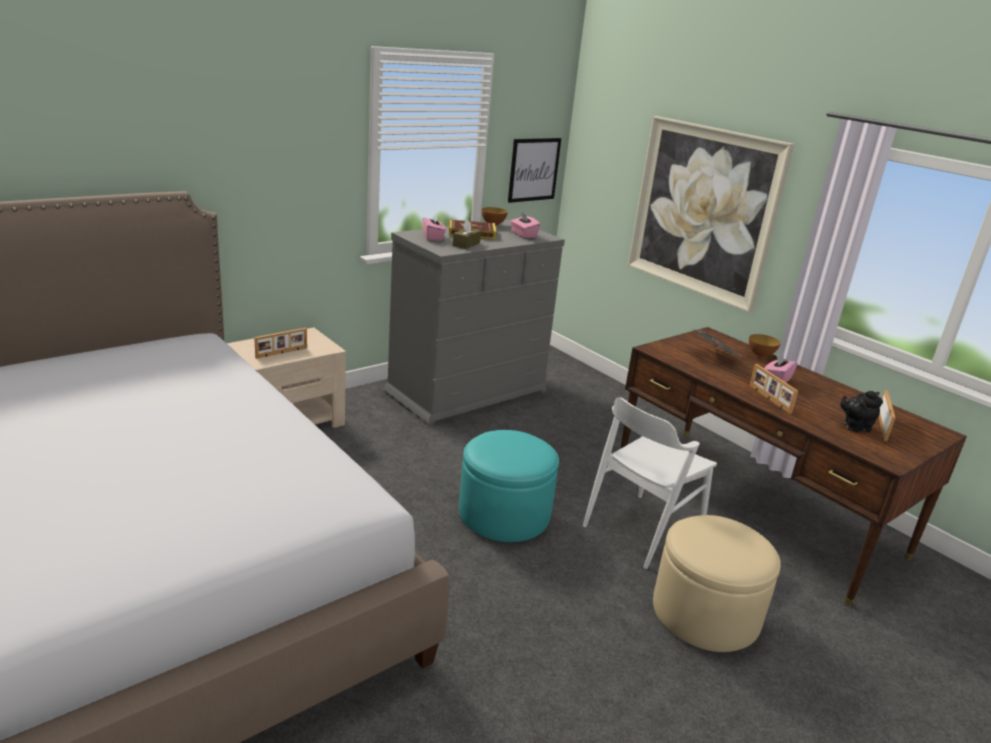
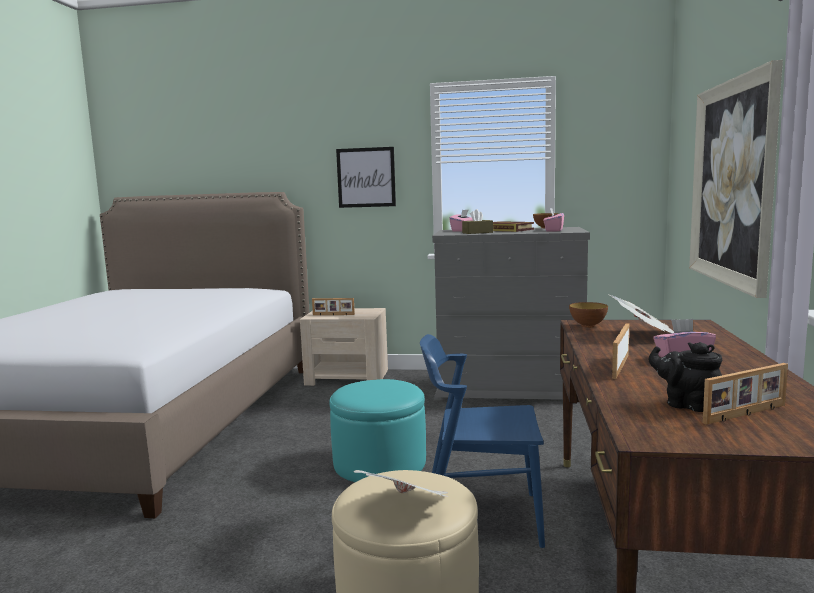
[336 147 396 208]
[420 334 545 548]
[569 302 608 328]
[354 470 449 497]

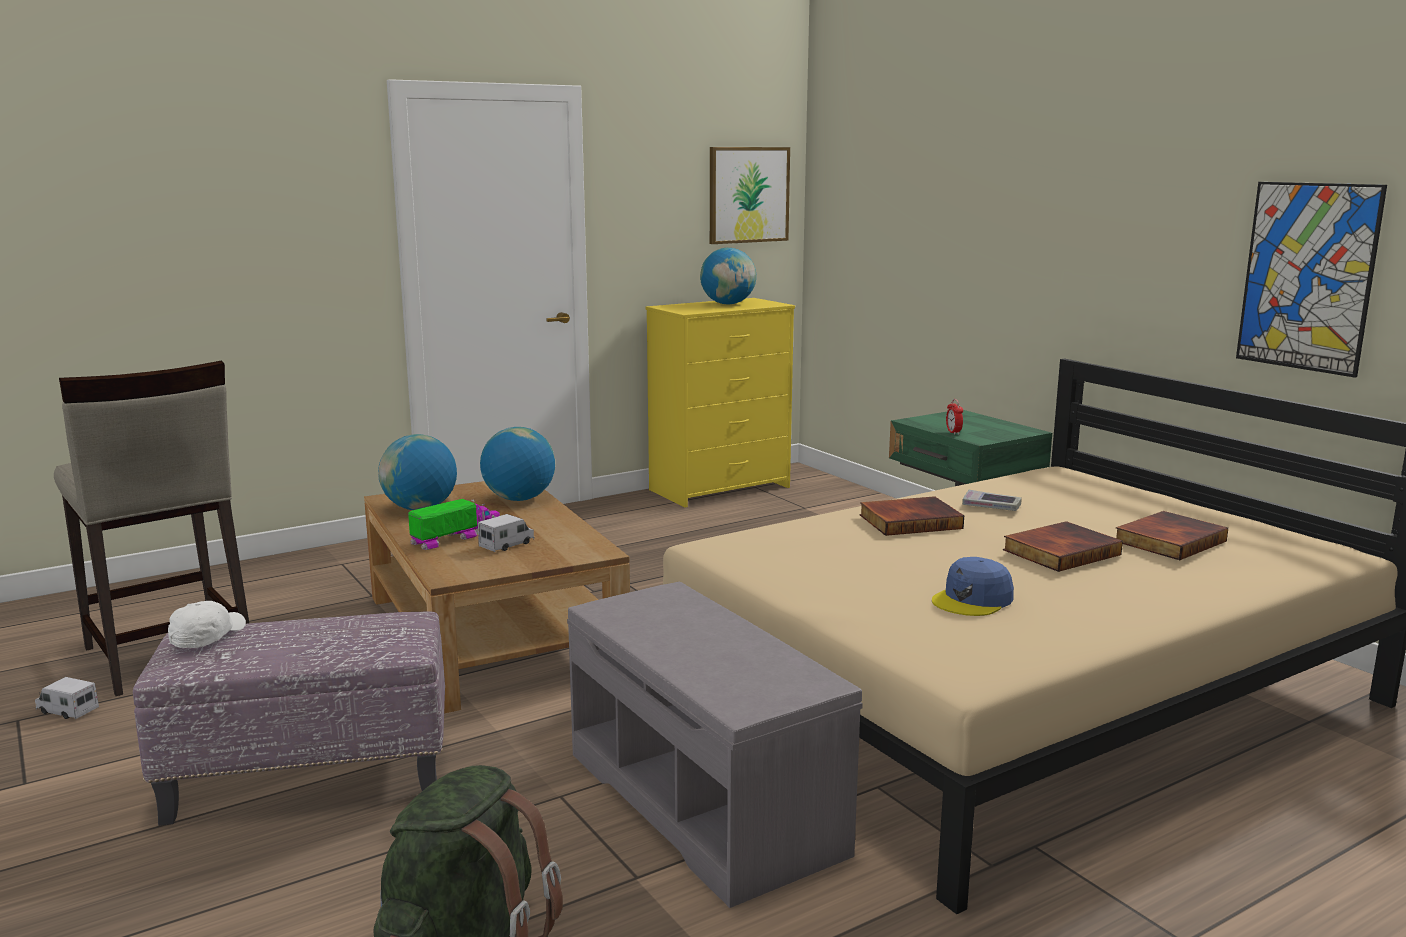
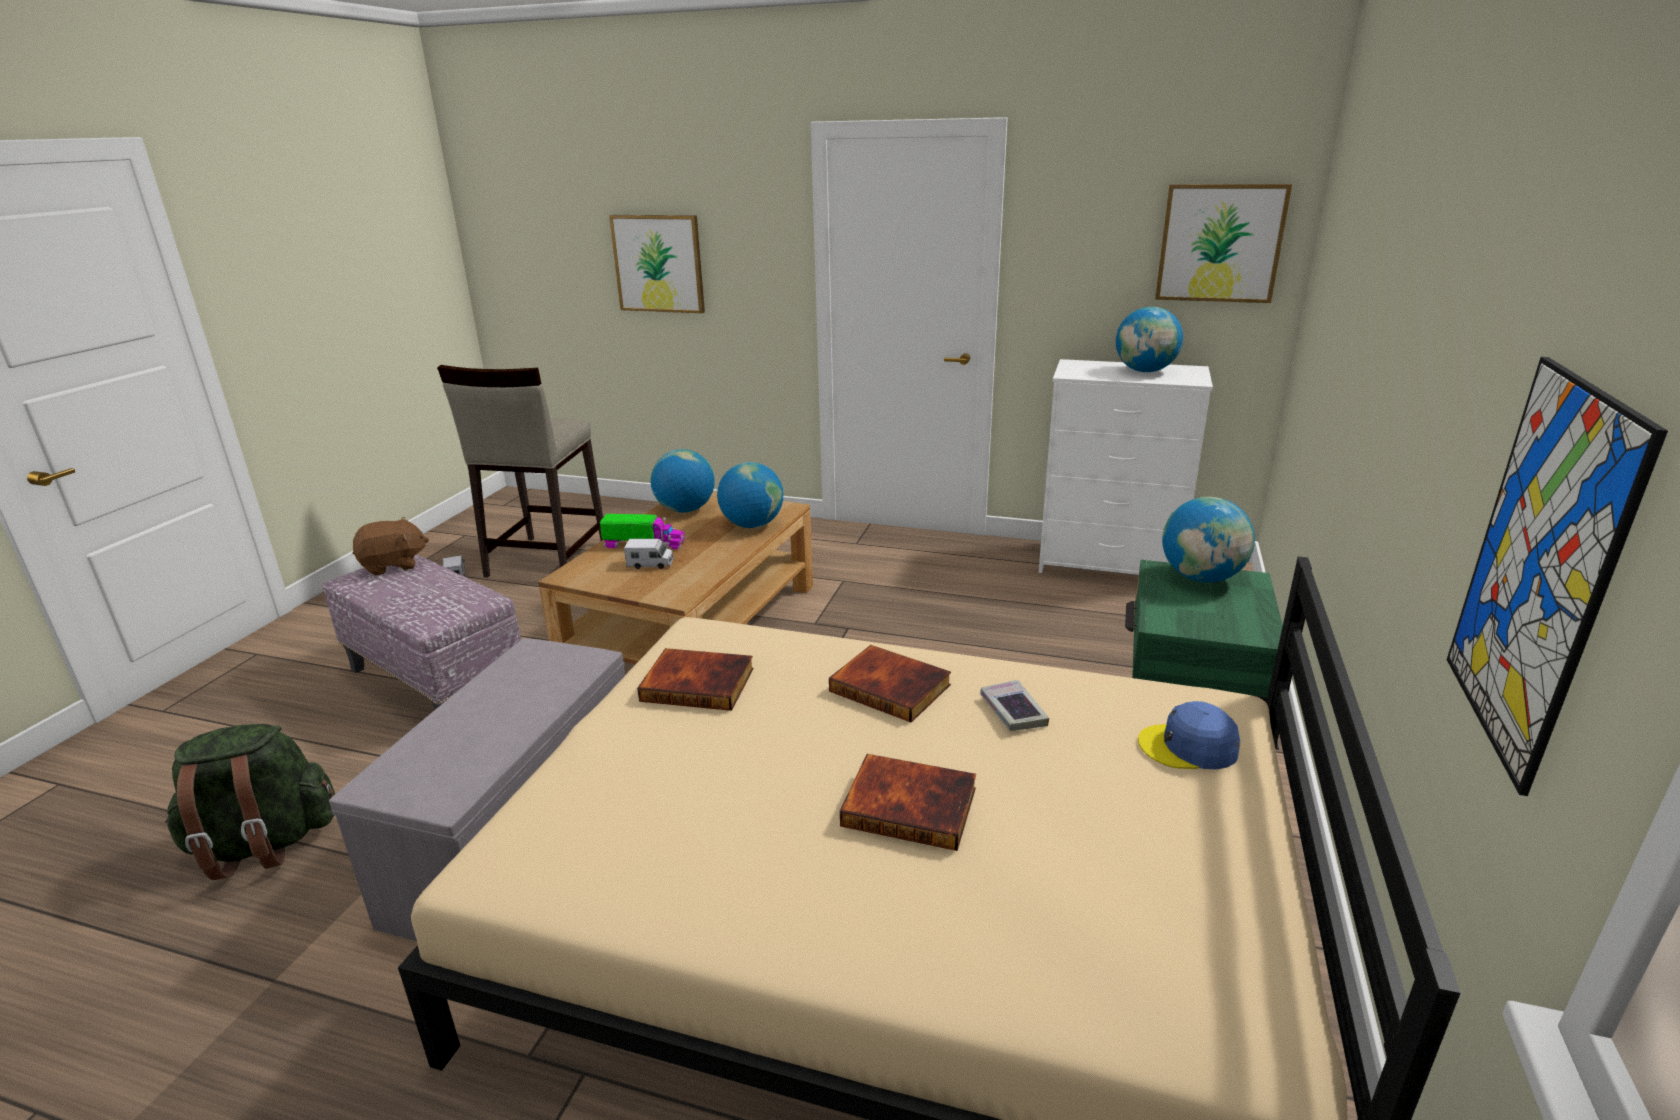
[353 517 429 575]
[1039 359 1213 575]
[1138 701 1240 769]
[946 399 963 435] (first image)
[637 648 754 711]
[609 215 705 313]
[1162 497 1255 582]

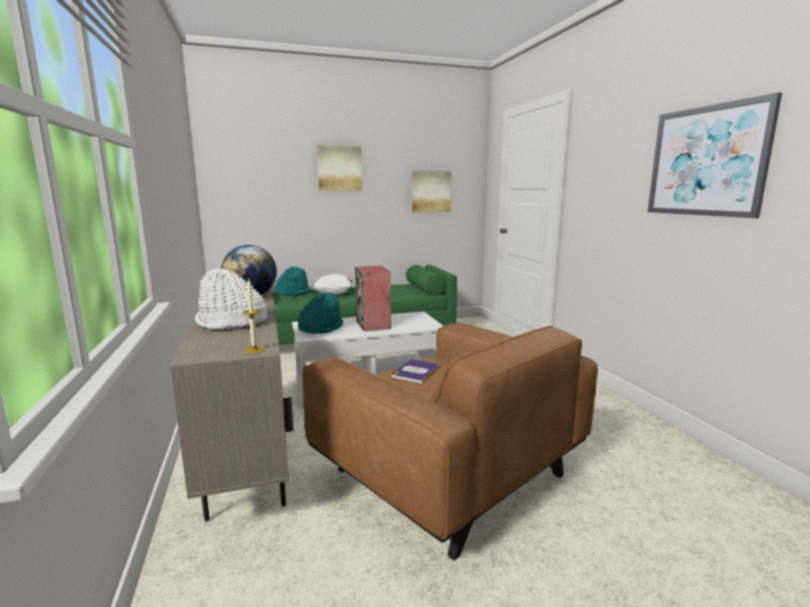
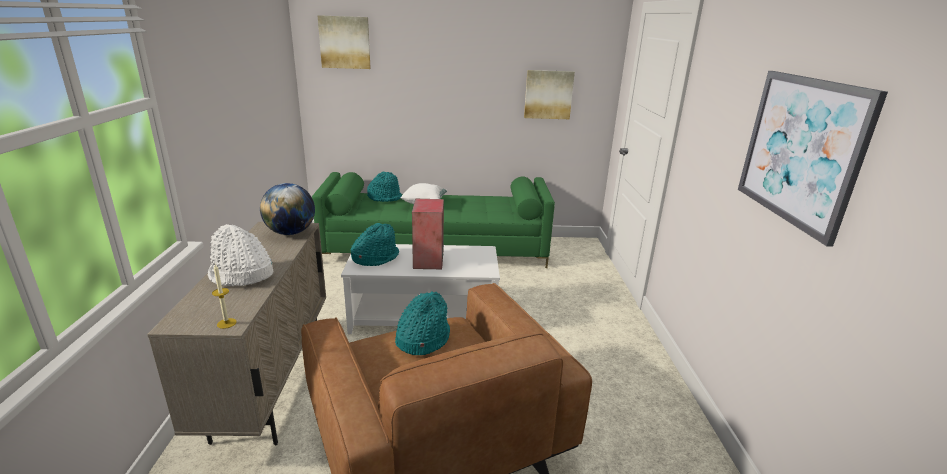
[317 15 371 69]
[395 292 450 355]

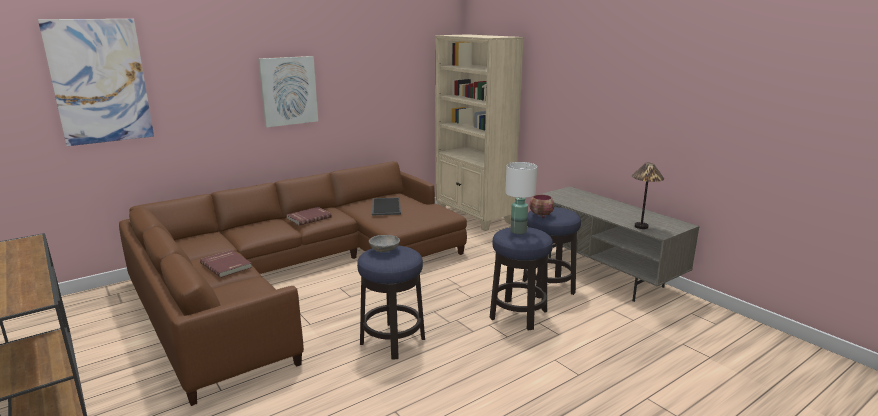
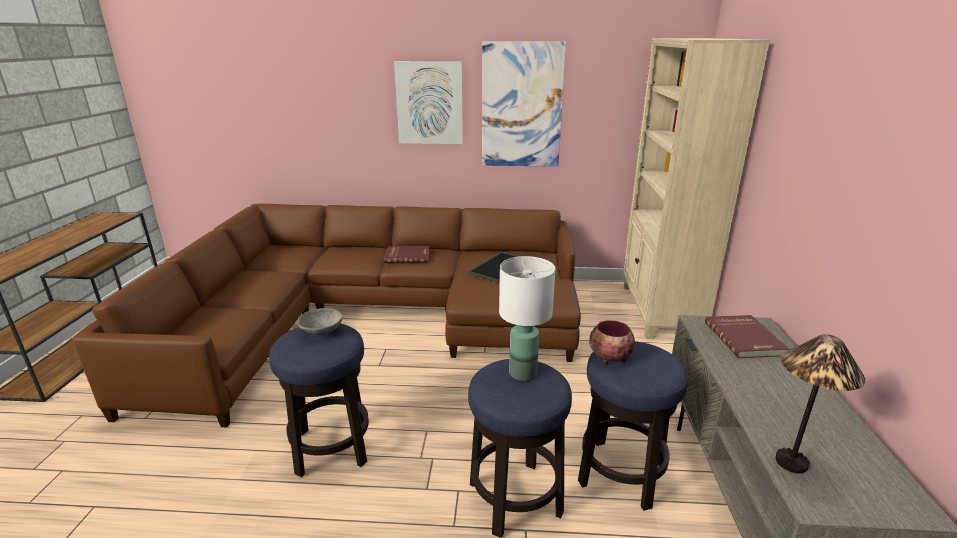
[482 41 566 167]
[705 315 789 358]

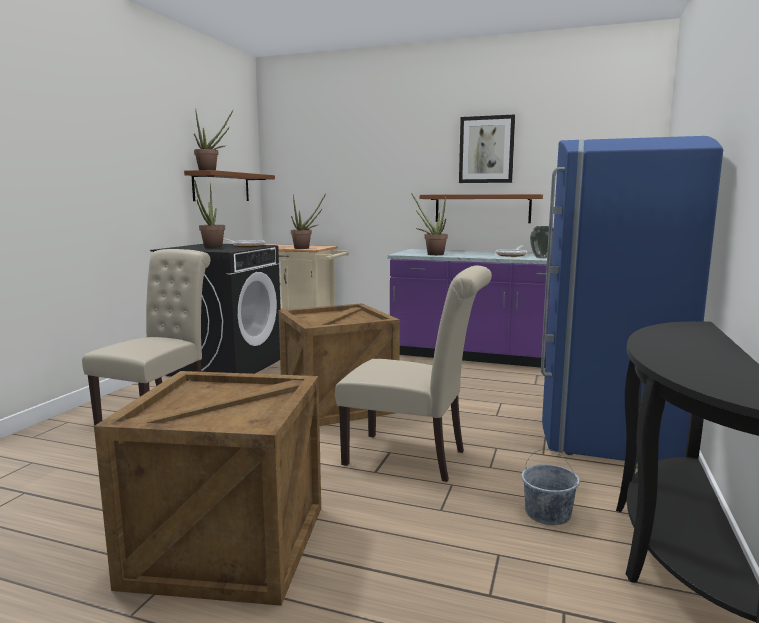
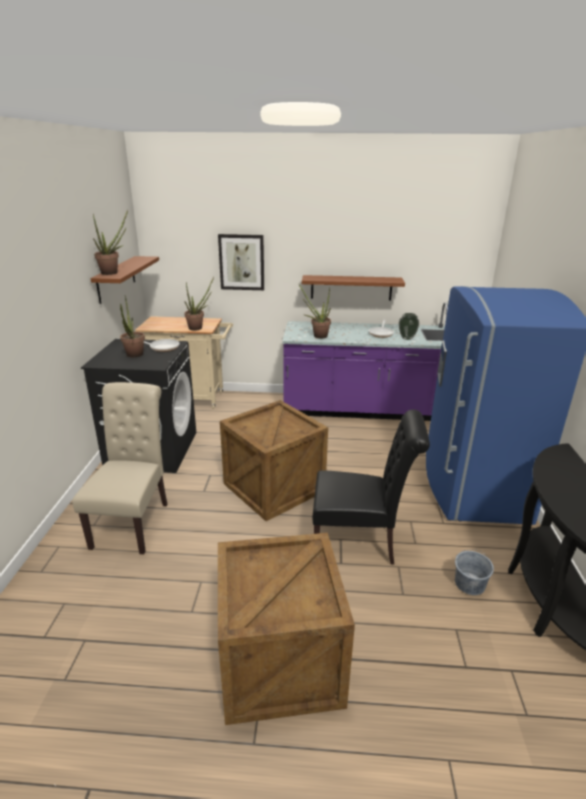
[312 410 430 565]
[218 234 264 290]

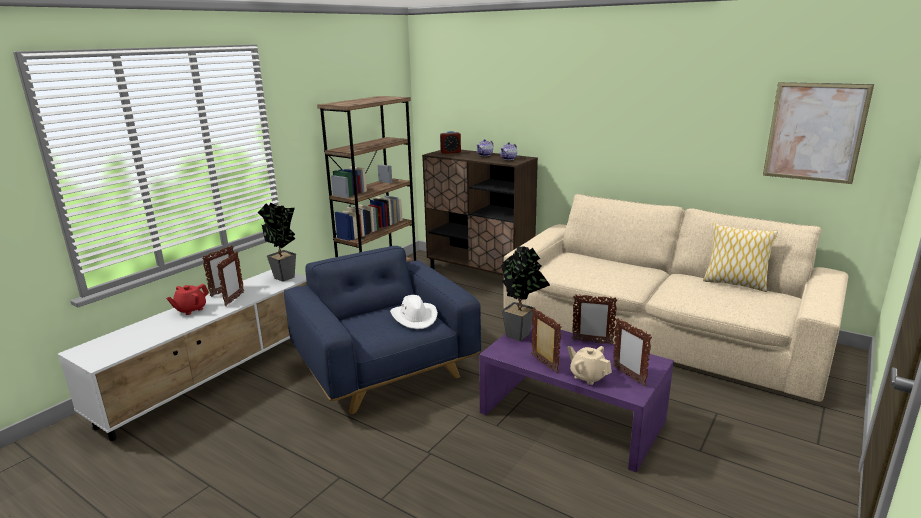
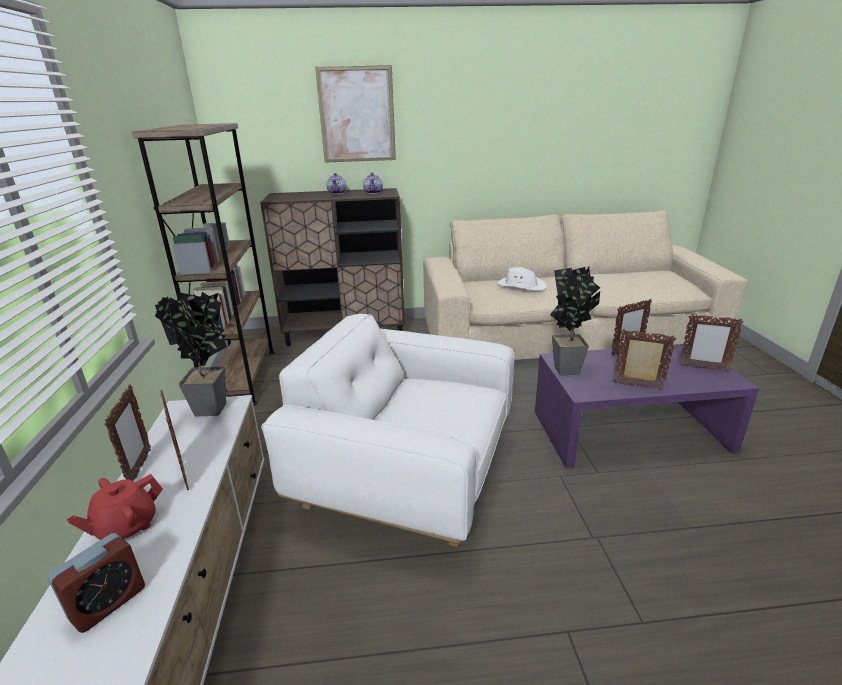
[66 474 163 540]
[261 314 514 547]
[497 267 547 291]
[48 533 145 633]
[567 346 612 385] (first image)
[703 223 778 292] (first image)
[315 65 396 163]

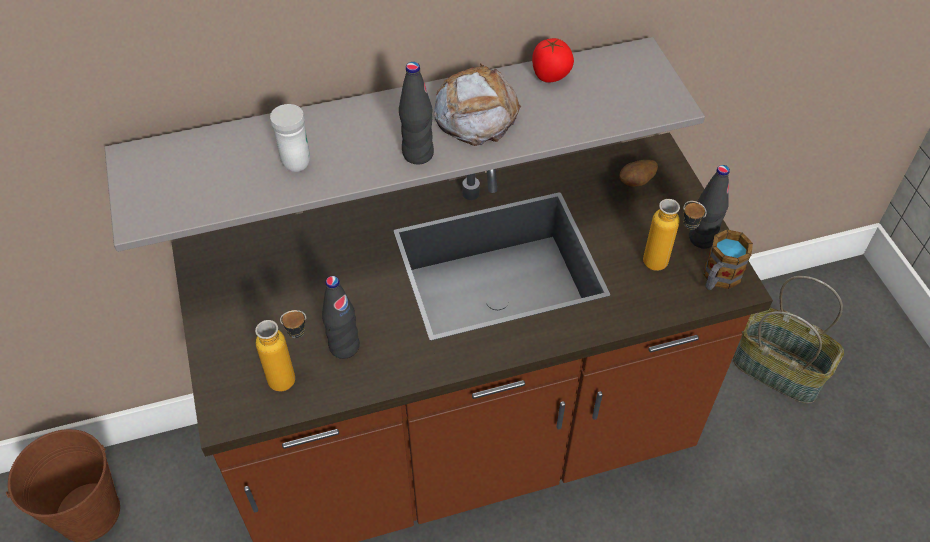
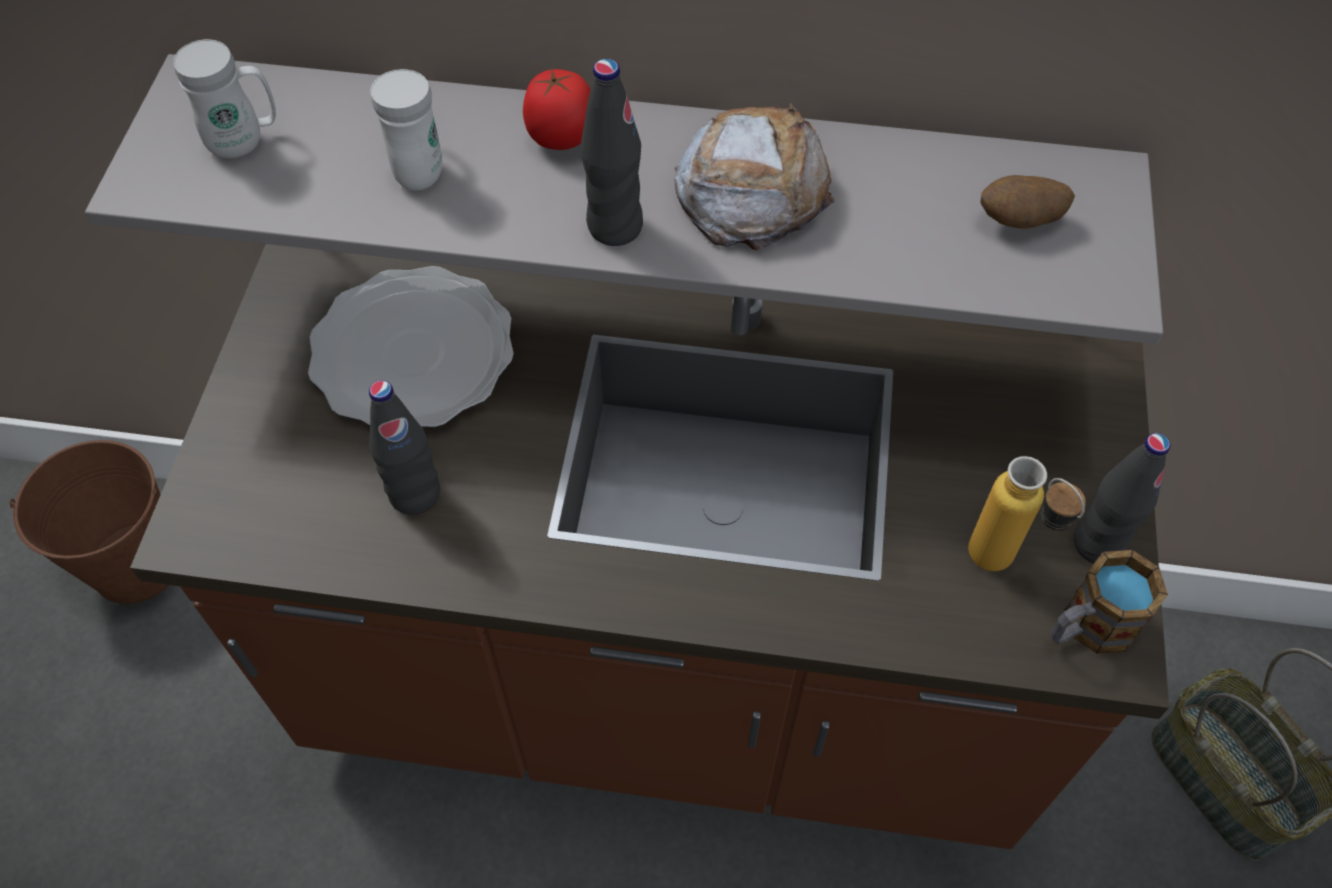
[255 310 306 392] (first image)
[523 69 591 150]
[981 175 1075 229]
[173 39 276 158]
[308 266 514 427]

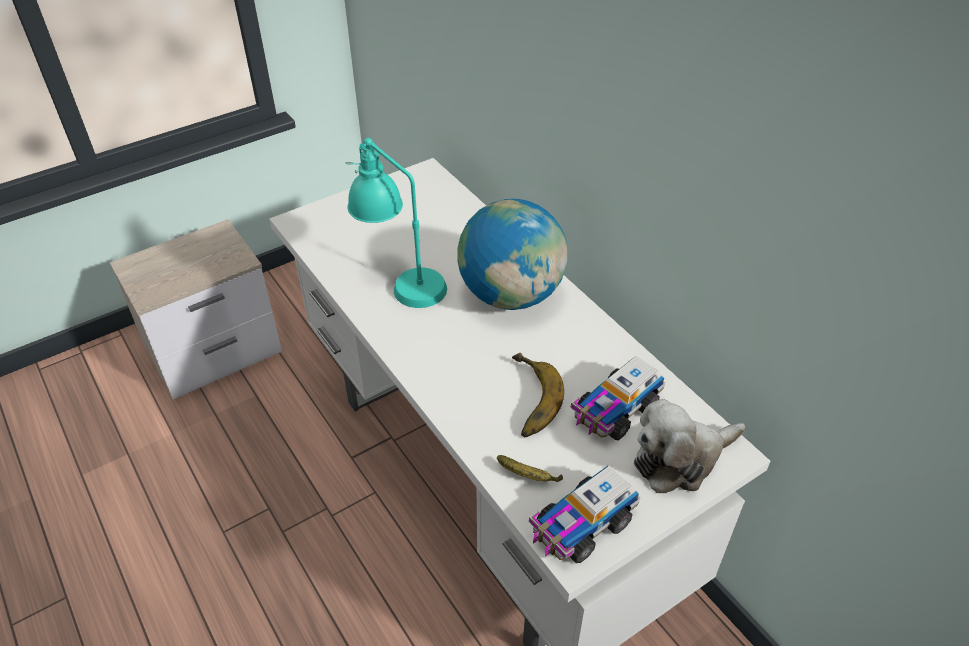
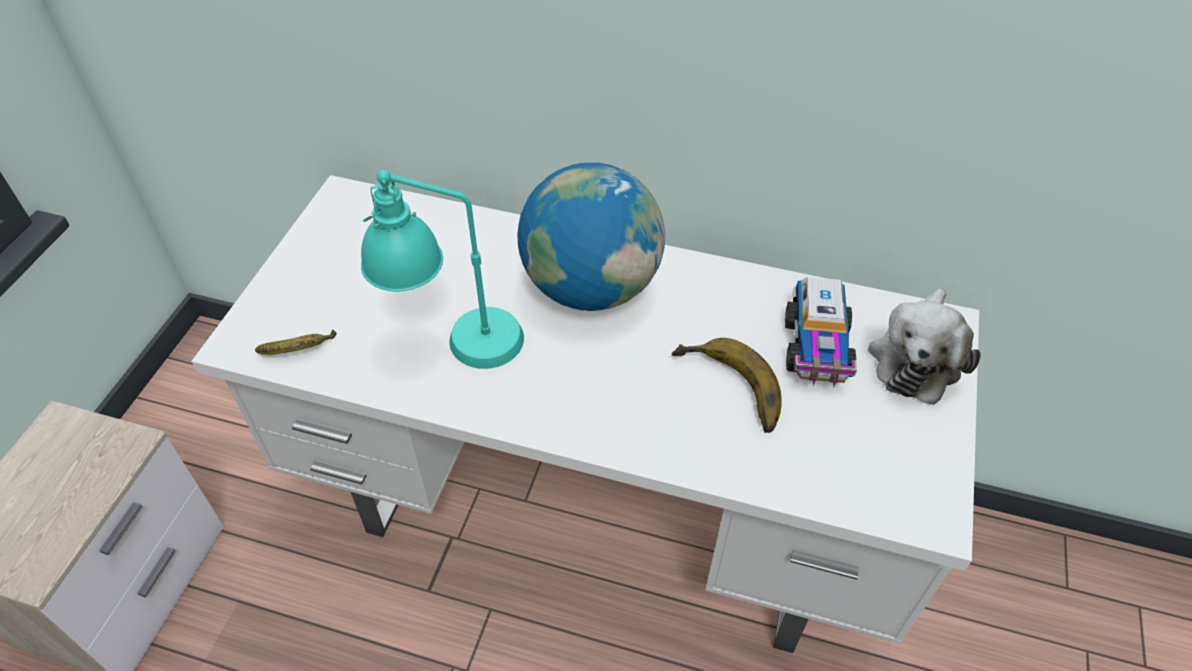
[255 330 336 355]
[529 466 640 563] (first image)

